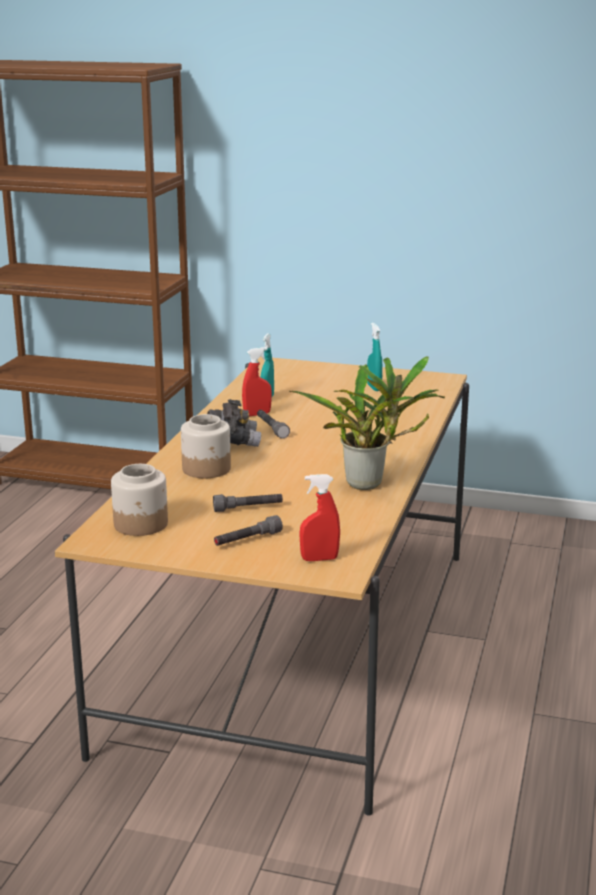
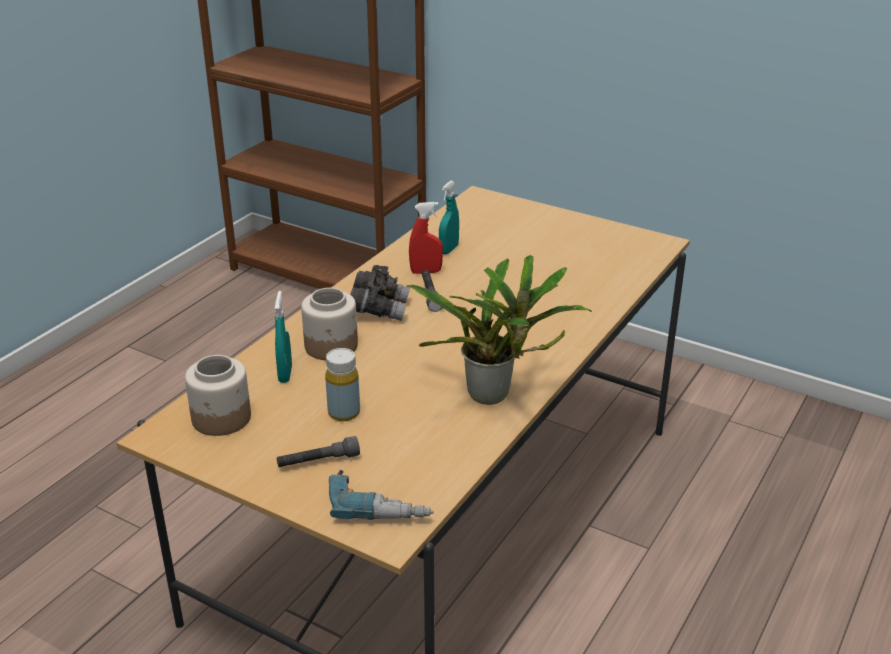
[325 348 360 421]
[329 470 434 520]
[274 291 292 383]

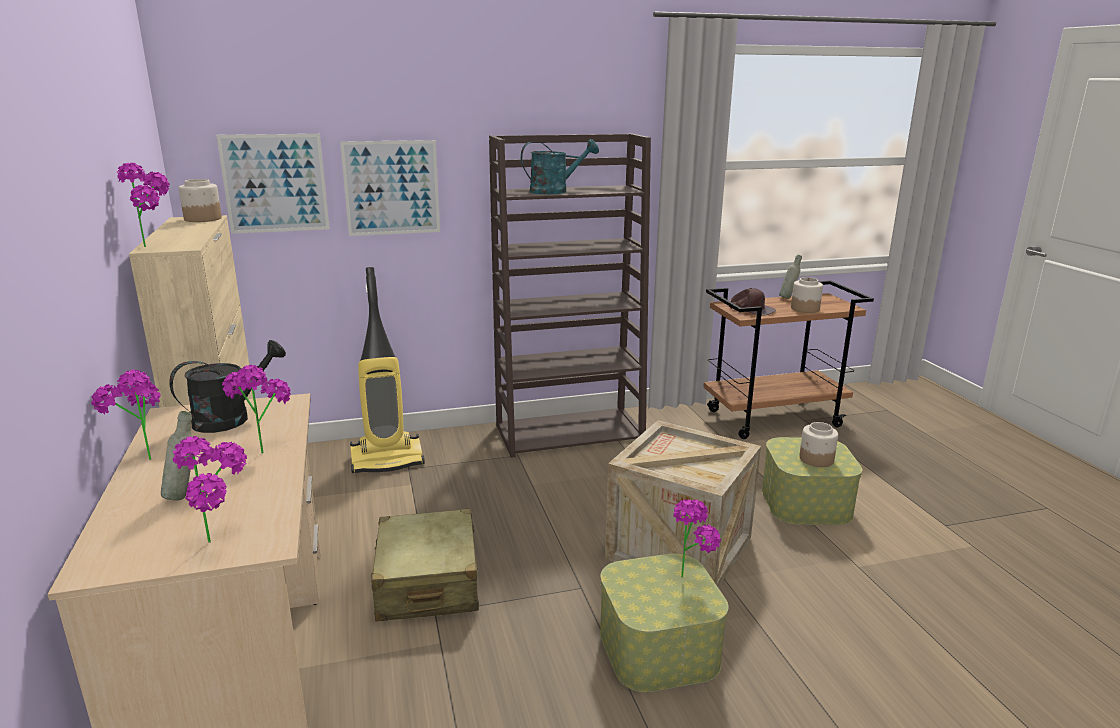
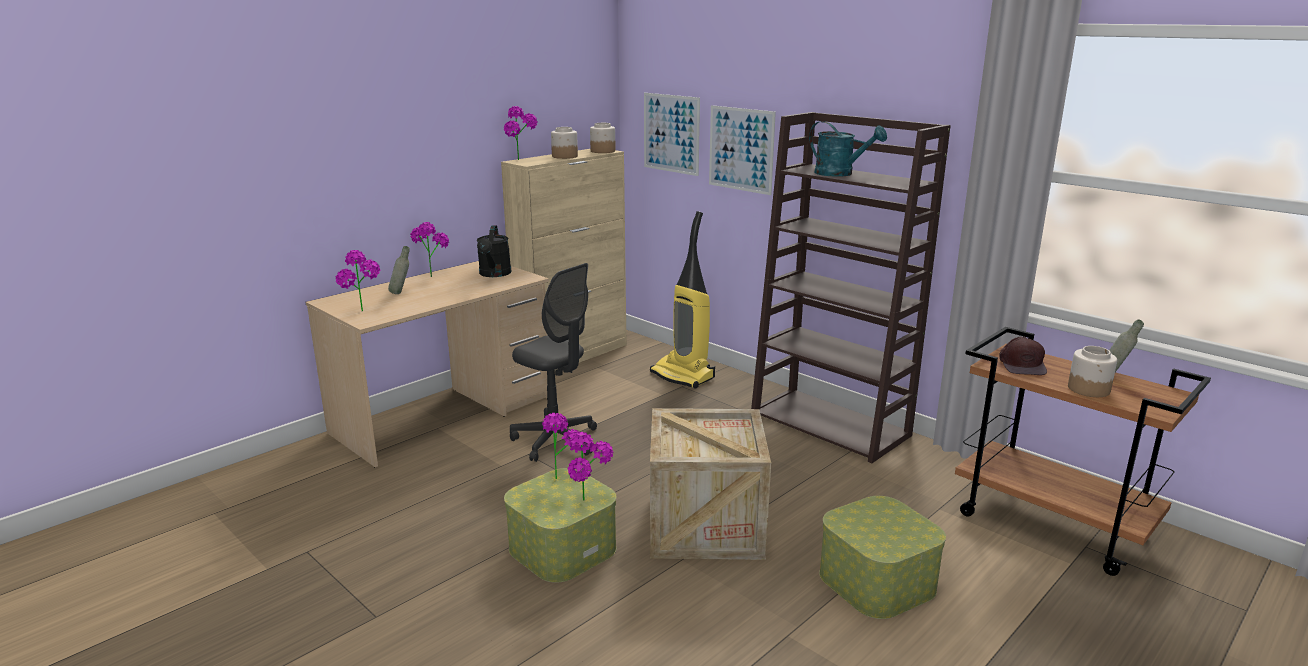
[477 225 512 277]
[542 413 584 479]
[510 263 597 462]
[551 127 578 159]

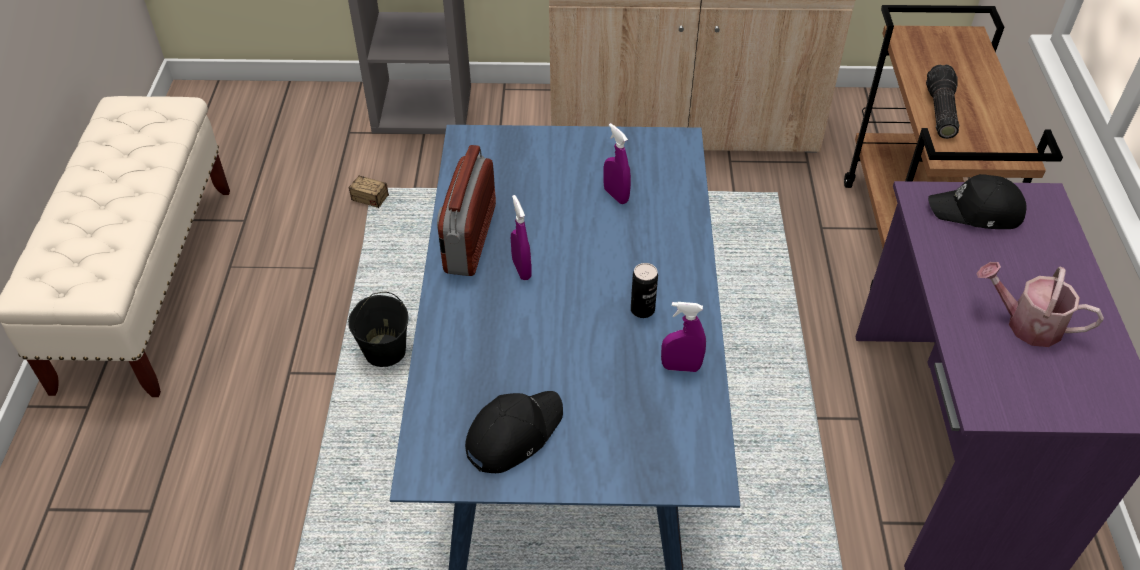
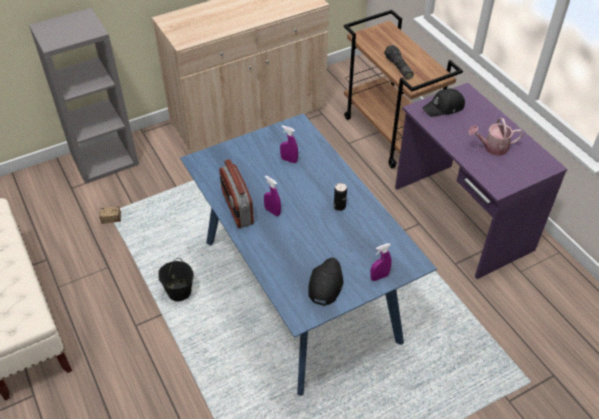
[370 243 392 281]

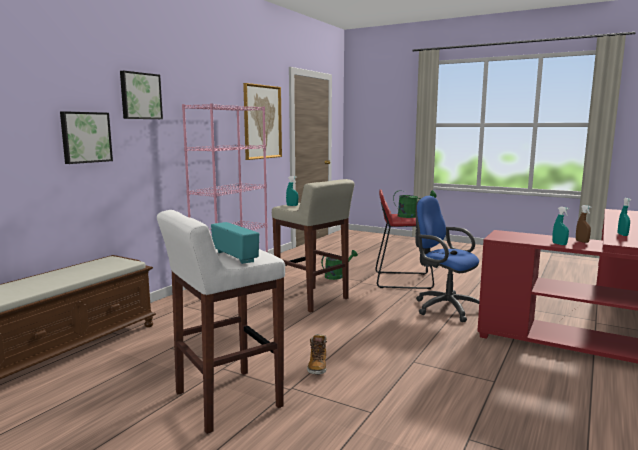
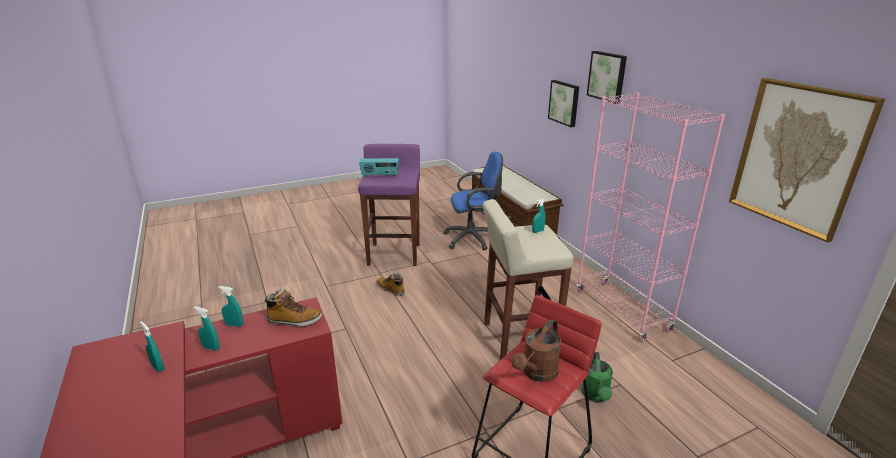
[358 144 420 266]
[511 319 561 382]
[444 152 503 250]
[194 307 220 351]
[264 289 322 327]

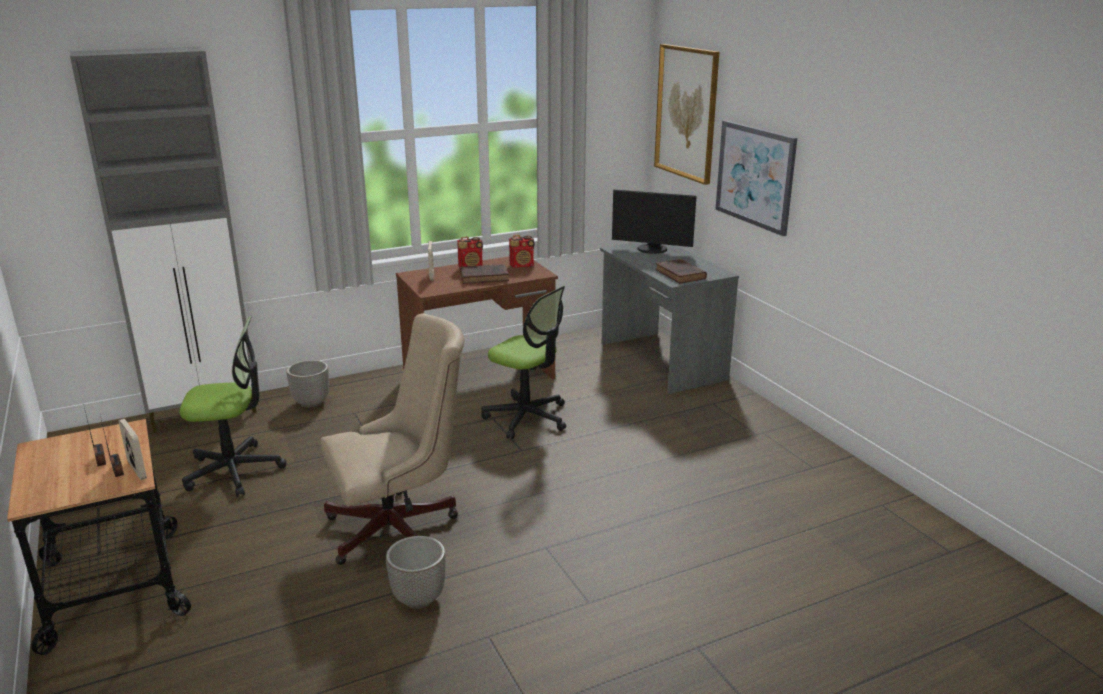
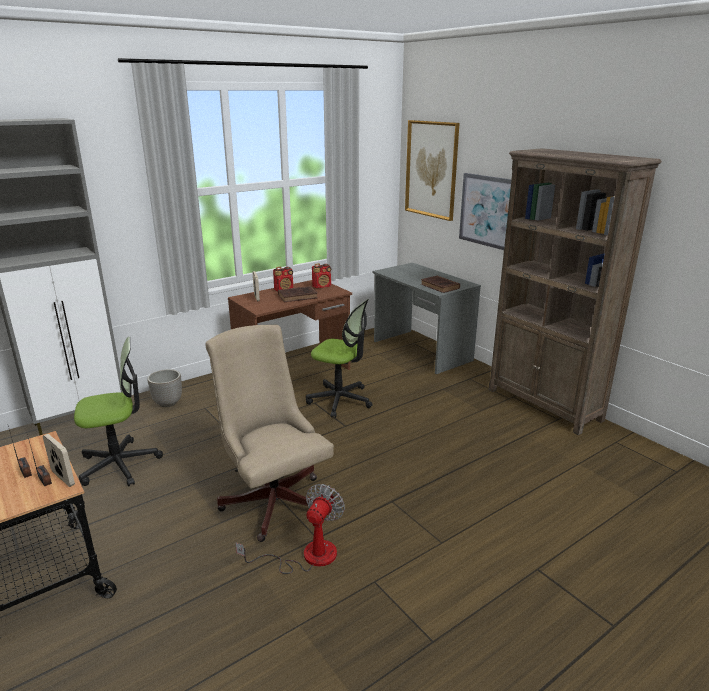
[205 325 334 542]
[235 484 345 574]
[612 189 696 254] (first image)
[488 148 662 435]

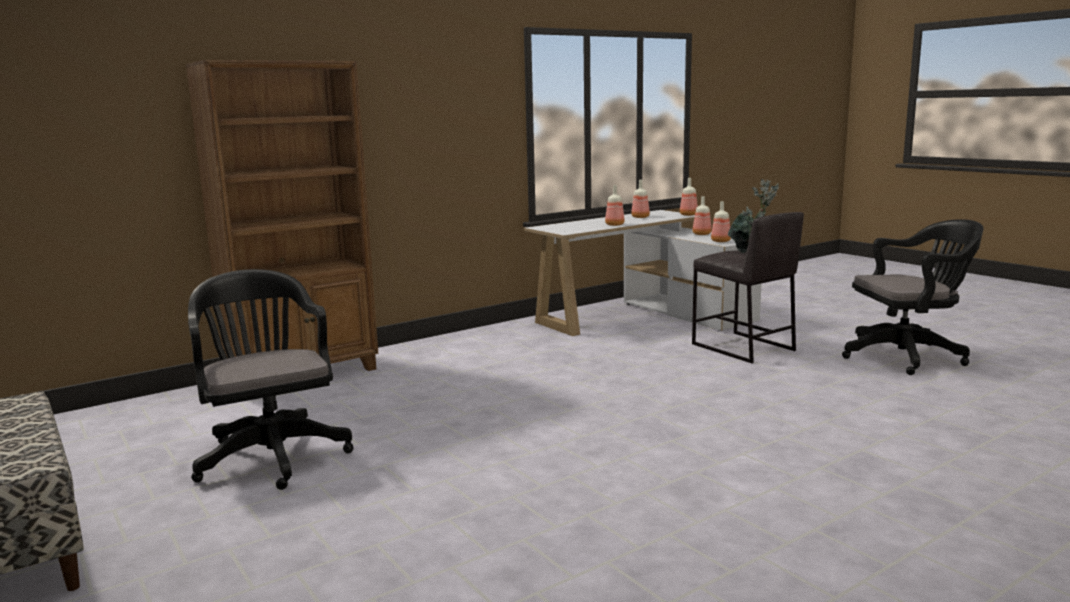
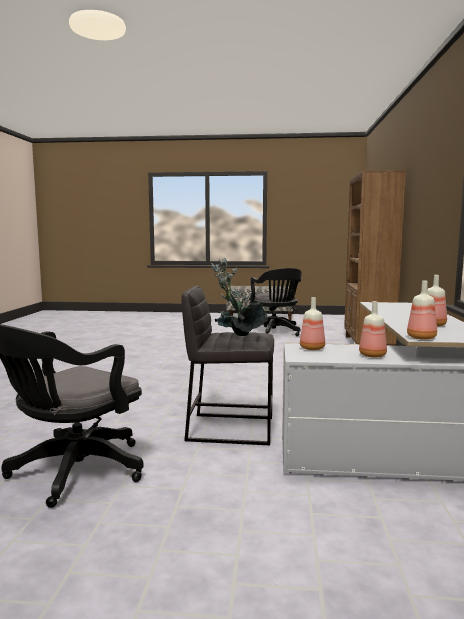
[249 268 302 336]
[605 185 624 226] (first image)

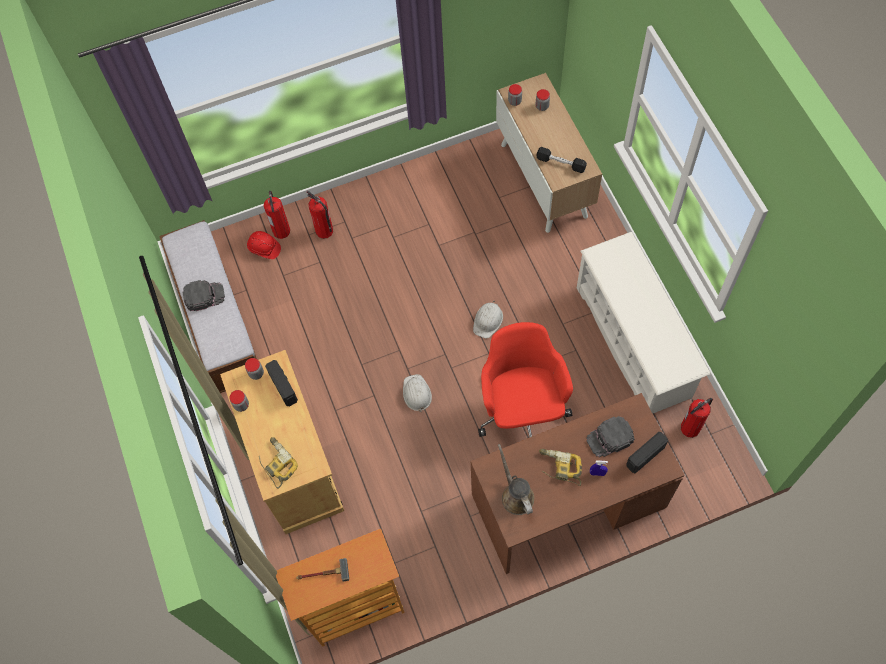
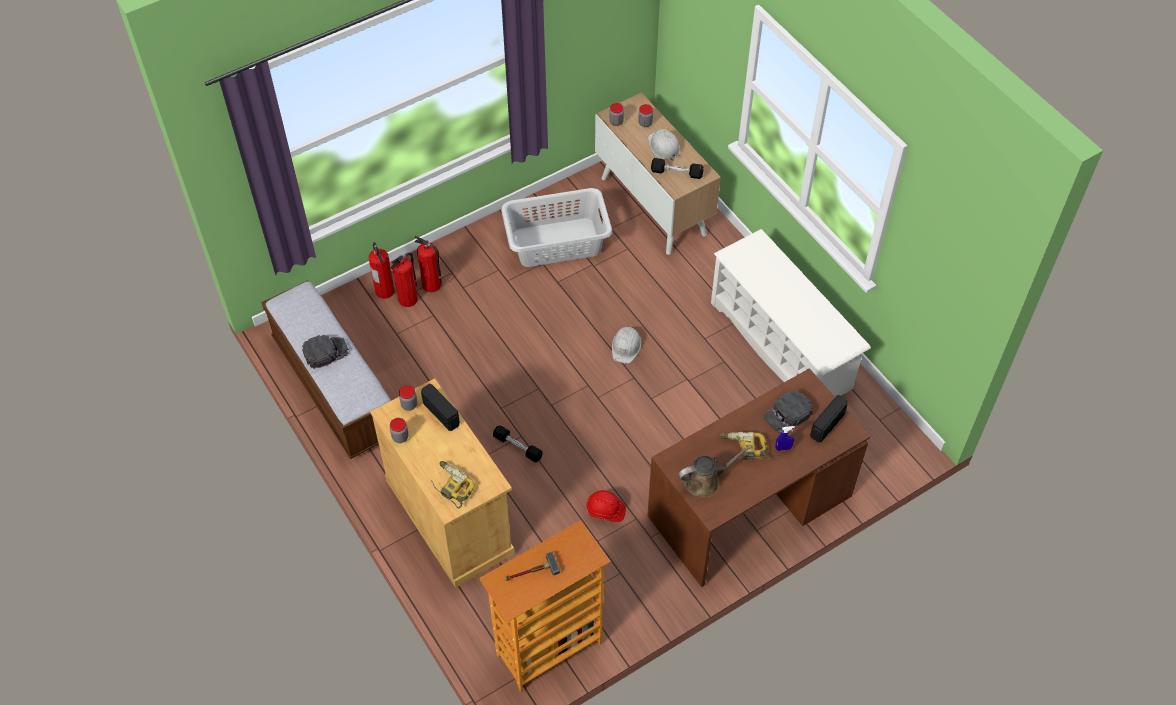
[586 490 626 522]
[648 129 681 161]
[478 322 573 437] (first image)
[679 445 752 497]
[391 252 418 307]
[493 425 543 463]
[501 188 612 267]

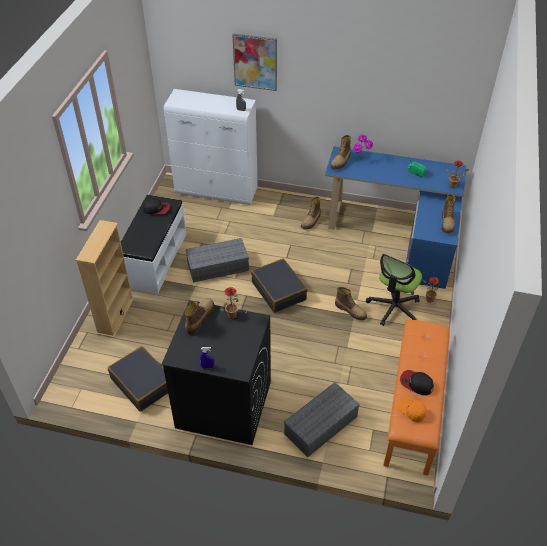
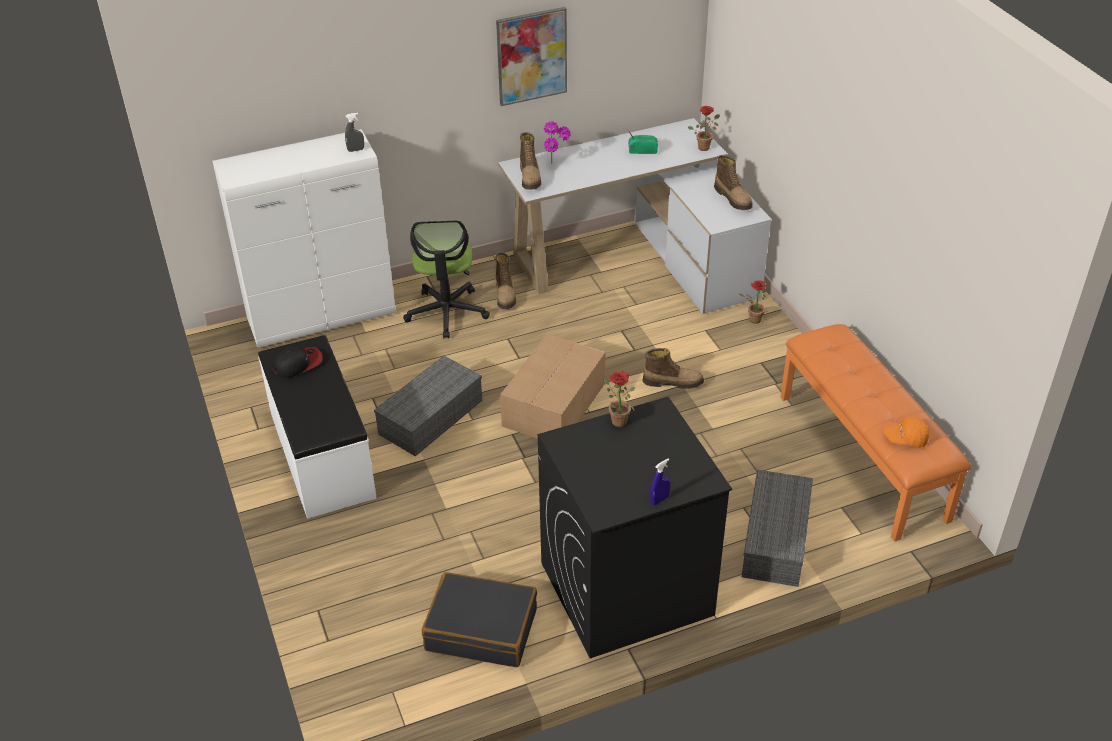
[76 220 134 338] (first image)
[185 298 214 335] (first image)
[496 7 567 106]
[500 334 605 439]
[498 118 772 314]
[403 220 490 338]
[400 370 434 395] (first image)

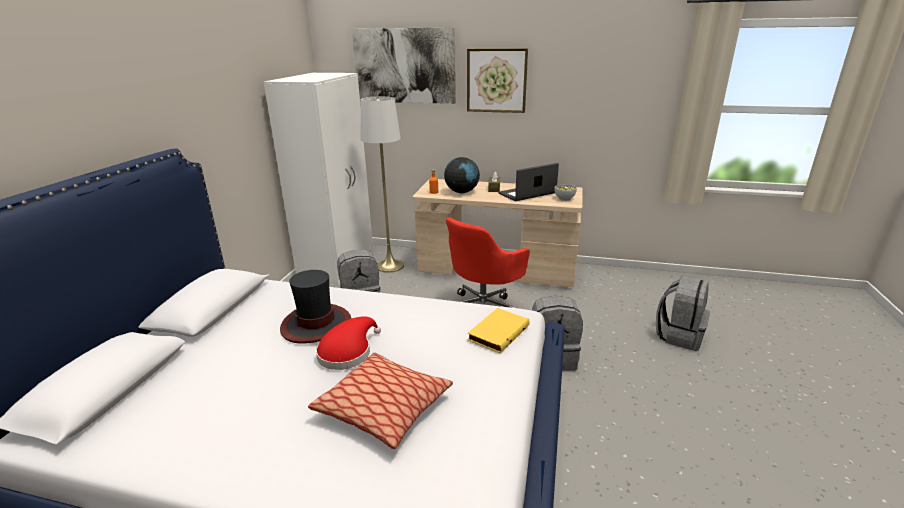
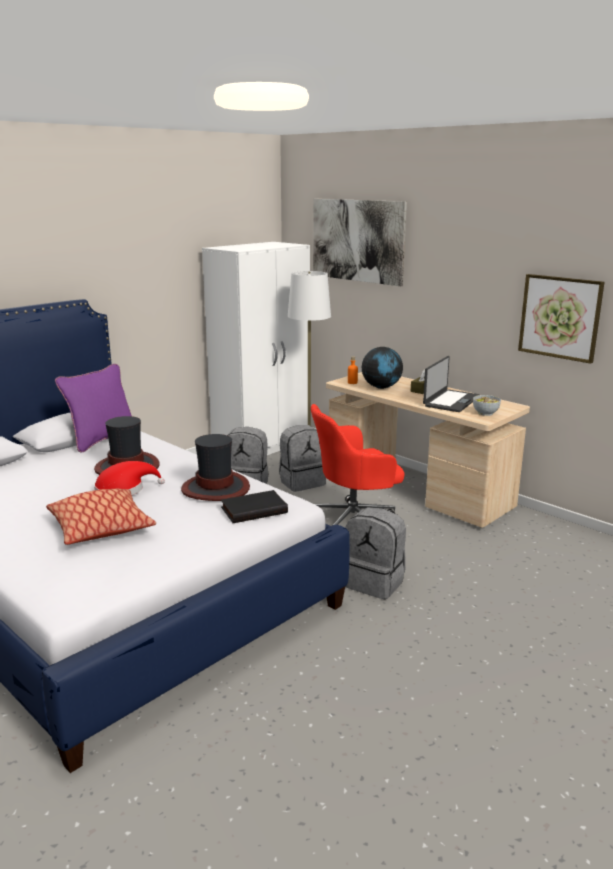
[518 274 605 364]
[221 490 288 523]
[423 356 480 412]
[279 425 326 492]
[55 364 132 453]
[181 434 250 501]

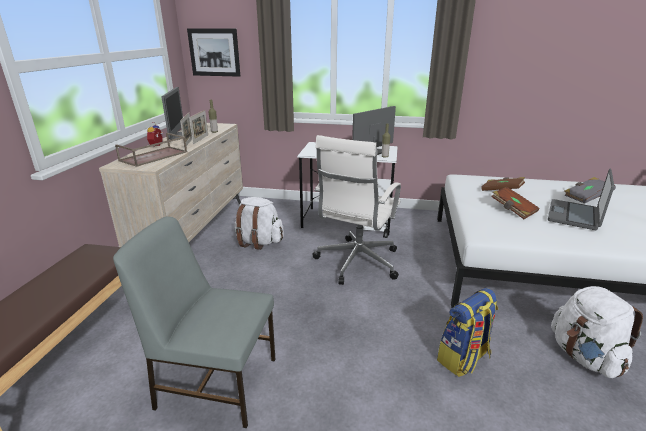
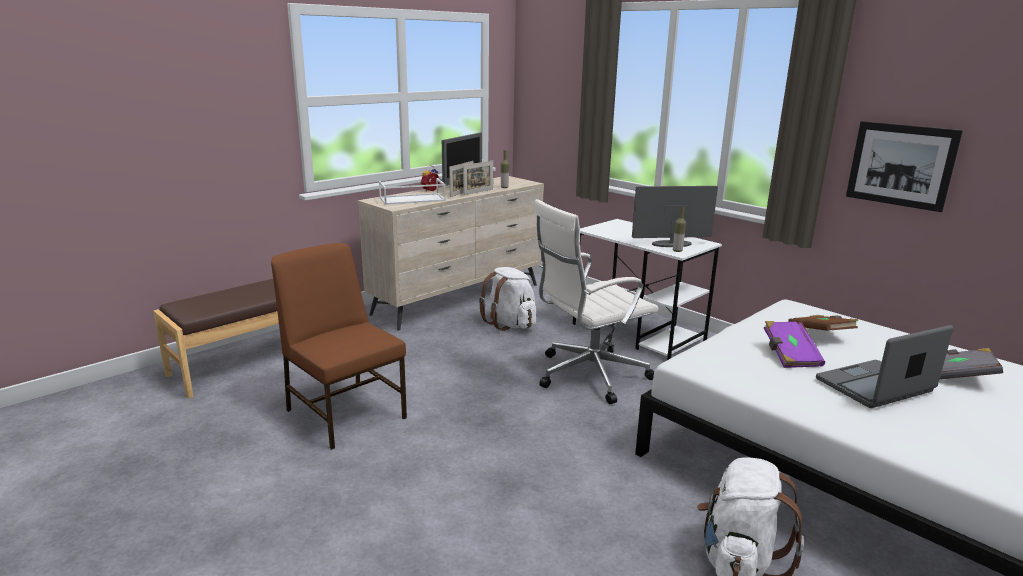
[271 243 407 449]
[379 178 446 205]
[846 121 963 212]
[437 288 498 377] (first image)
[764 321 825 368]

